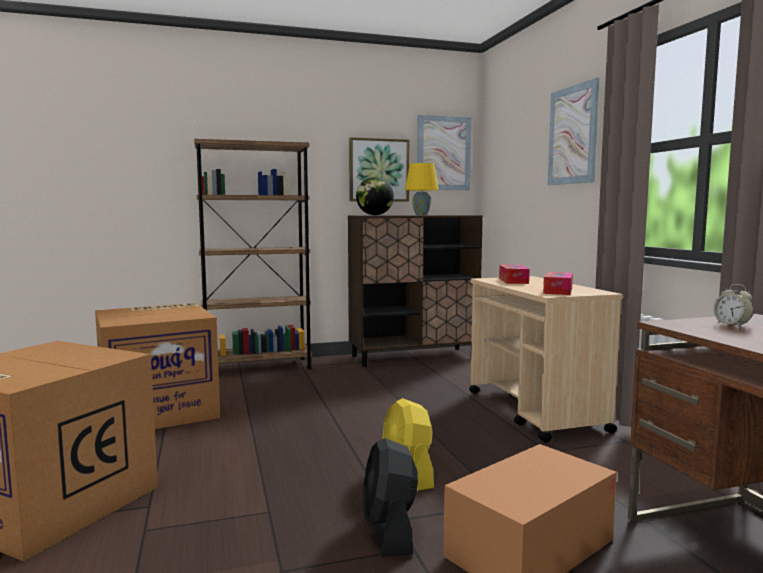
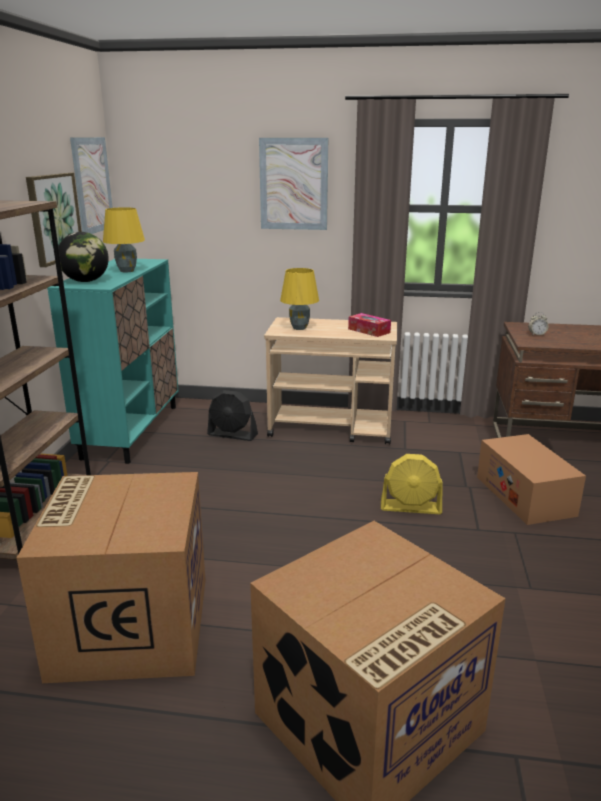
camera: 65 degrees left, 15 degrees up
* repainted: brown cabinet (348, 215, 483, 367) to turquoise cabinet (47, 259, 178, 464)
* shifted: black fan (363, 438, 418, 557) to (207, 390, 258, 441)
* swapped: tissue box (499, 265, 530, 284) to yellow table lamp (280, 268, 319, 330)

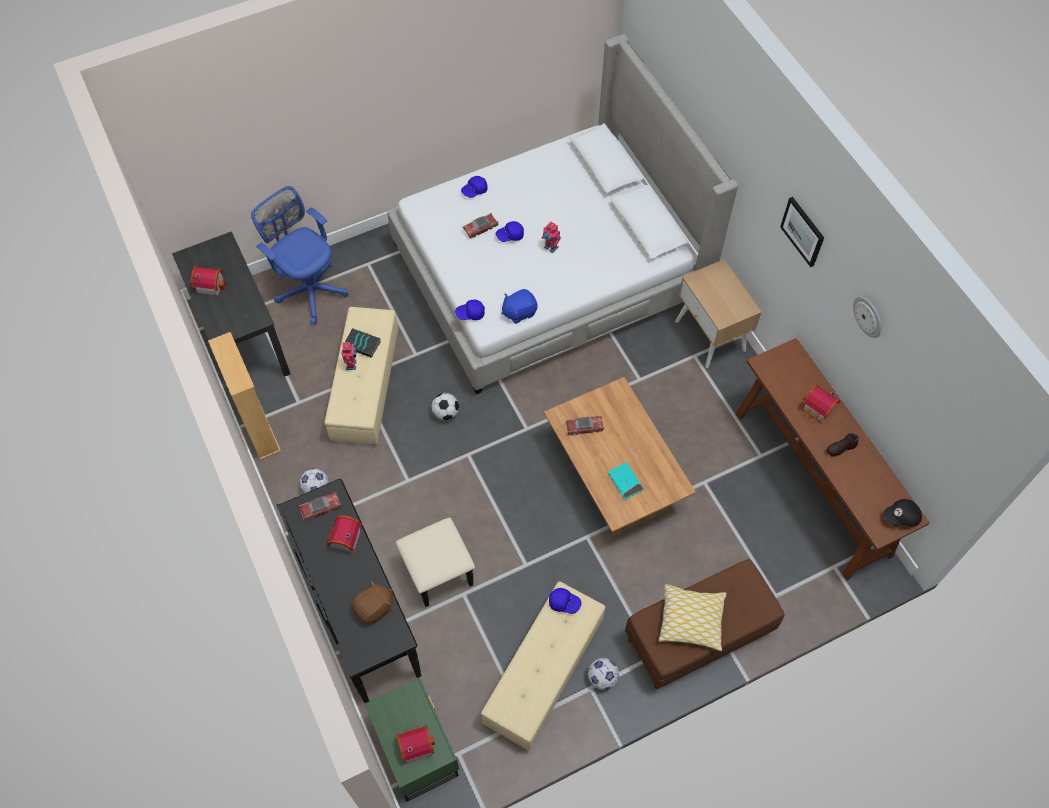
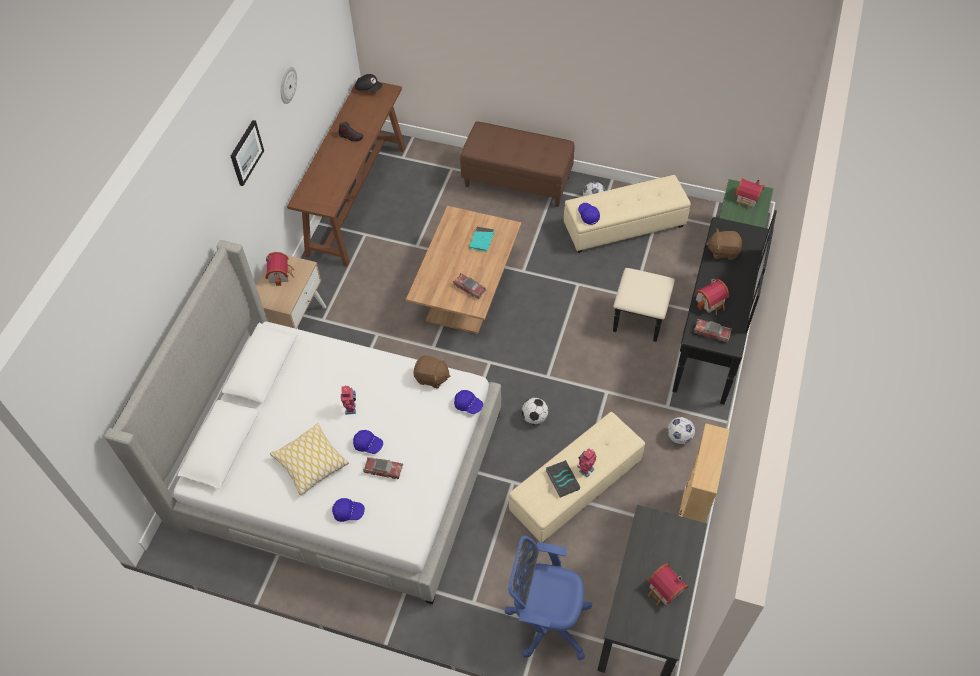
camera: 135 degrees left, 5 degrees down
* rotated: blue office chair (251, 186, 348, 325) = (505, 536, 592, 660) 105 degrees clockwise
* repainted: blue plush toy (501, 289, 538, 324) to brown plush toy (413, 355, 451, 389)
* shifted: pillow (658, 584, 727, 651) to (270, 423, 349, 495)
* shifted: toy house (802, 384, 840, 423) to (265, 252, 294, 286)

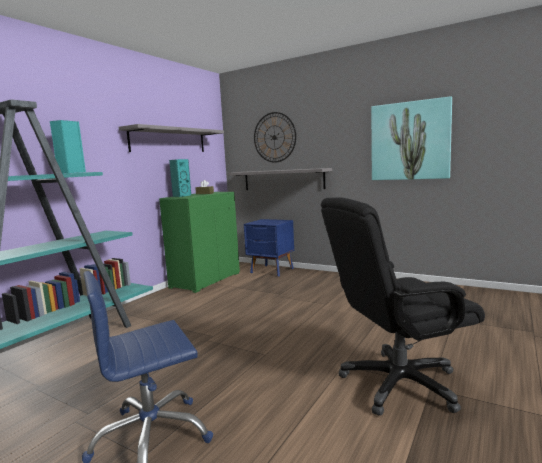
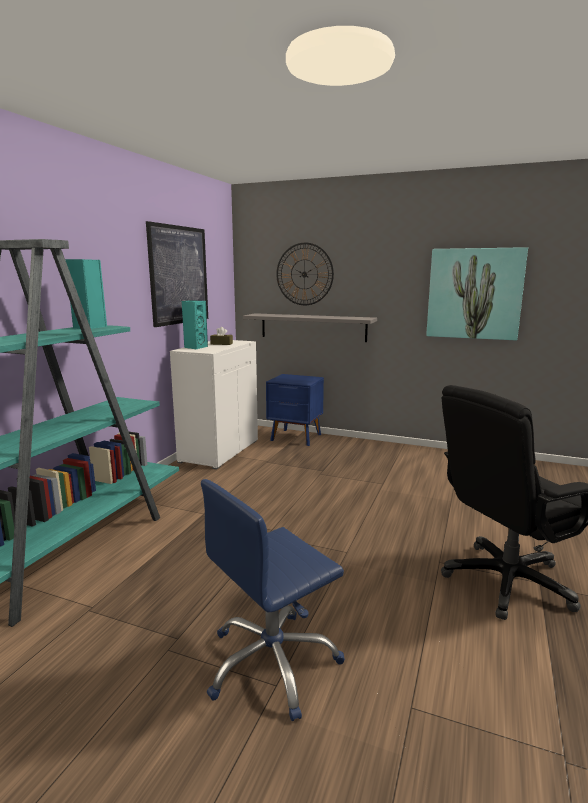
camera: 10 degrees left, 5 degrees up
* swapped: grey shelf (119, 124, 224, 152) to picture (146, 221, 208, 327)
* repainted: green cabinet (159, 192, 240, 293) to white cabinet (170, 340, 258, 470)

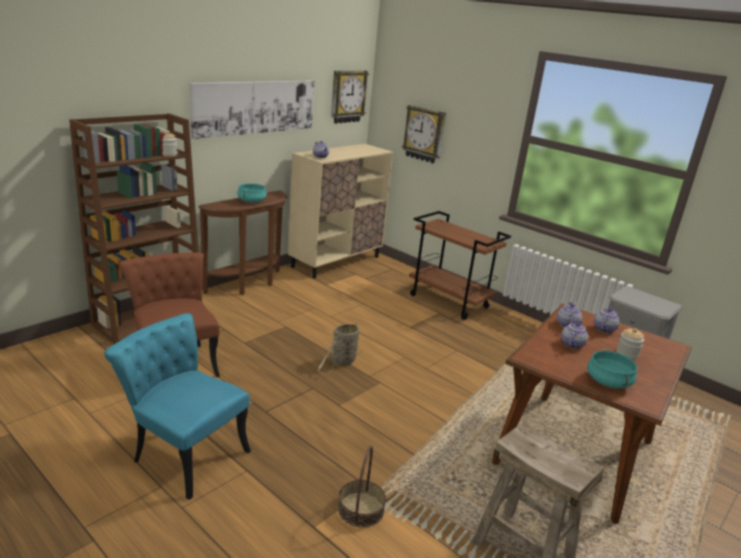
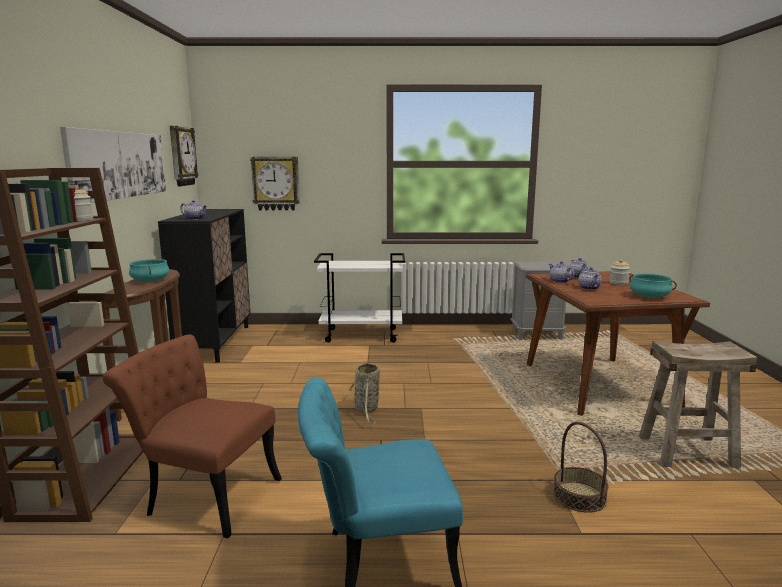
camera: 40 degrees left, 10 degrees down
* repainted: beige cabinet (288, 144, 393, 278) to black cabinet (158, 209, 250, 363)
* repainted: brown cart (409, 211, 511, 320) to white cart (314, 253, 405, 343)

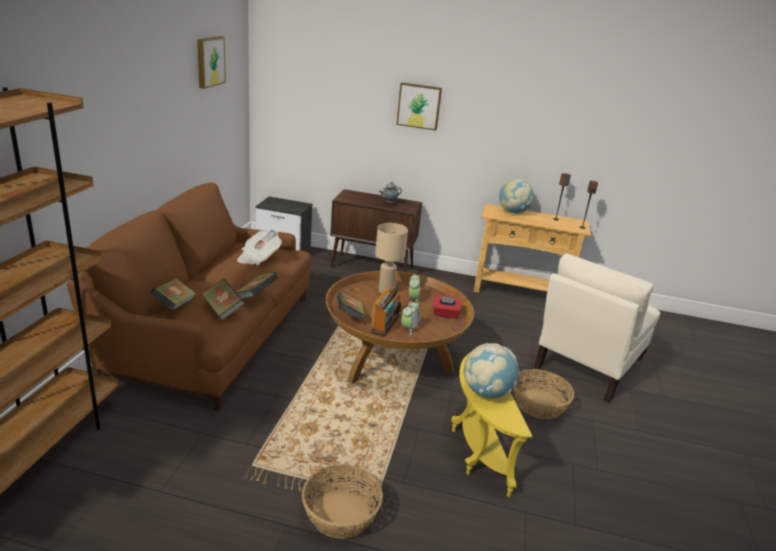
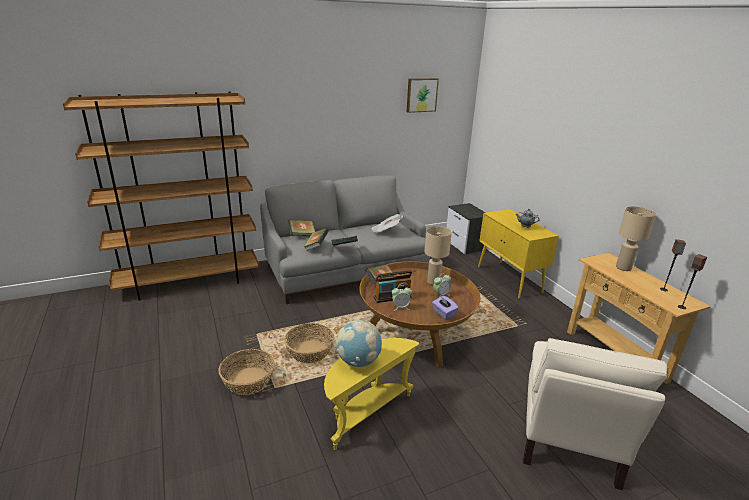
camera: 55 degrees right, 0 degrees up
* repainted: brown sofa (67, 182, 312, 412) to grey sofa (260, 175, 430, 304)
* repainted: brown cabinet (330, 189, 422, 272) to yellow cabinet (478, 209, 559, 299)
* gone: picture (396, 83, 442, 130)
* repainted: red tissue box (433, 296, 462, 319) to purple tissue box (432, 296, 459, 320)
* swapped: globe (499, 179, 534, 214) to beige table lamp (616, 206, 656, 271)
* shifted: basket (513, 369, 575, 419) to (284, 323, 334, 363)
* rotated: beige armchair (533, 253, 661, 403) = (523, 338, 668, 490) 75 degrees counterclockwise

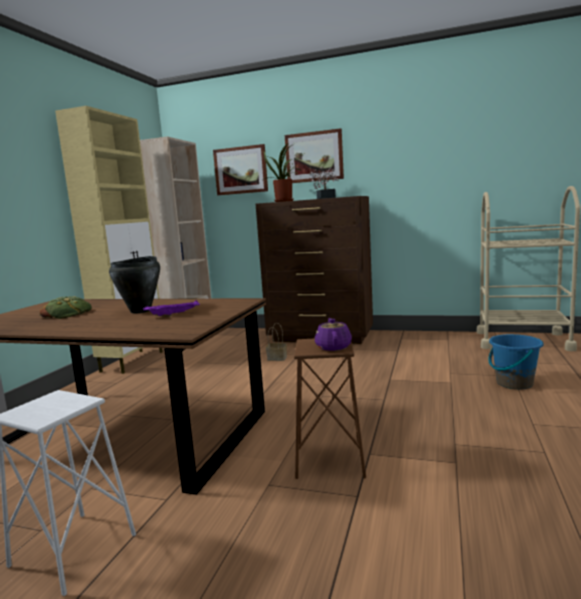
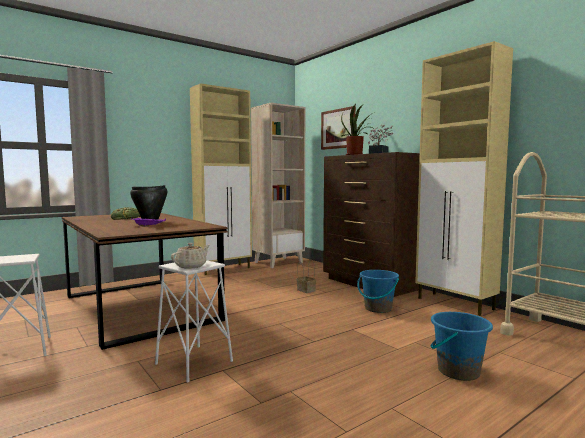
camera: 35 degrees right, 5 degrees down
* gone: picture (285, 128, 344, 183)
* repainted: brown stool (294, 339, 366, 479) to white stool (155, 260, 233, 383)
* repainted: purple teapot (315, 318, 352, 351) to beige teapot (171, 243, 210, 269)
* new: blue bucket (357, 270, 399, 313)
* new: beige cabinet (415, 41, 513, 316)

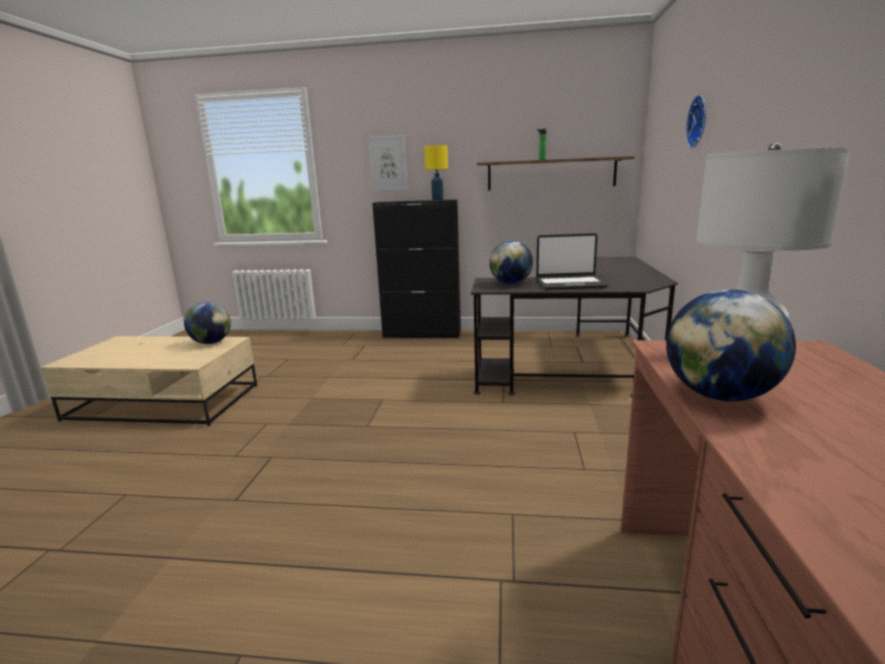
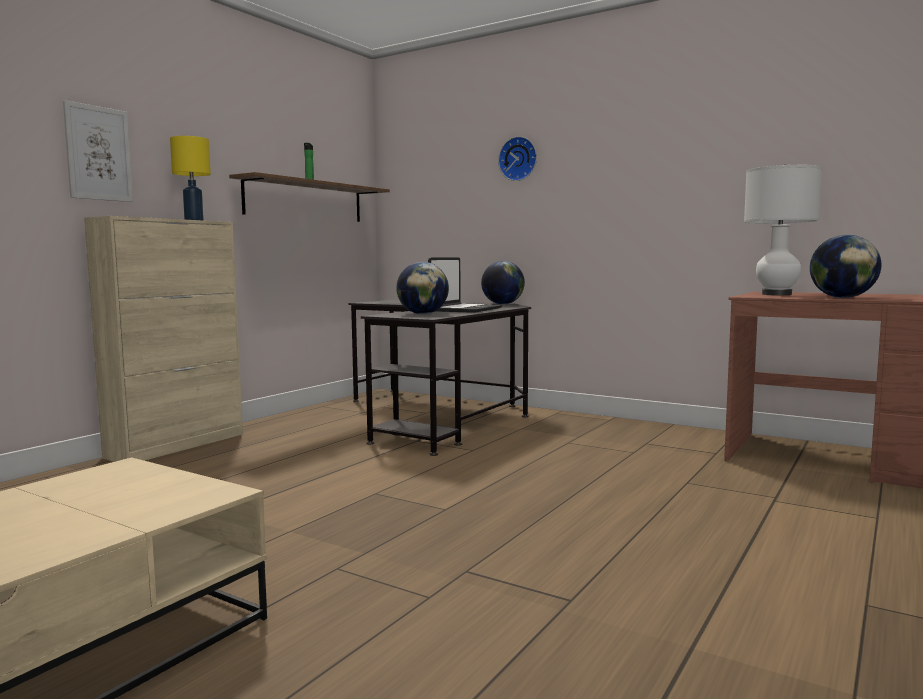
camera: 65 degrees left, 10 degrees down
* shifted: globe (184, 302, 231, 344) to (481, 261, 525, 304)
* repainted: black cabinet (372, 199, 461, 338) to beige cabinet (84, 216, 243, 462)

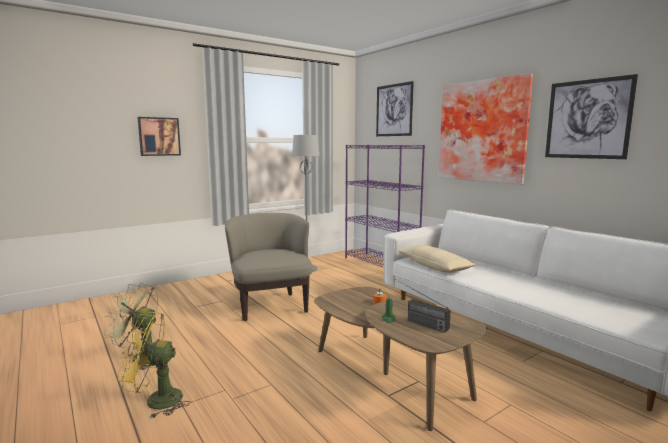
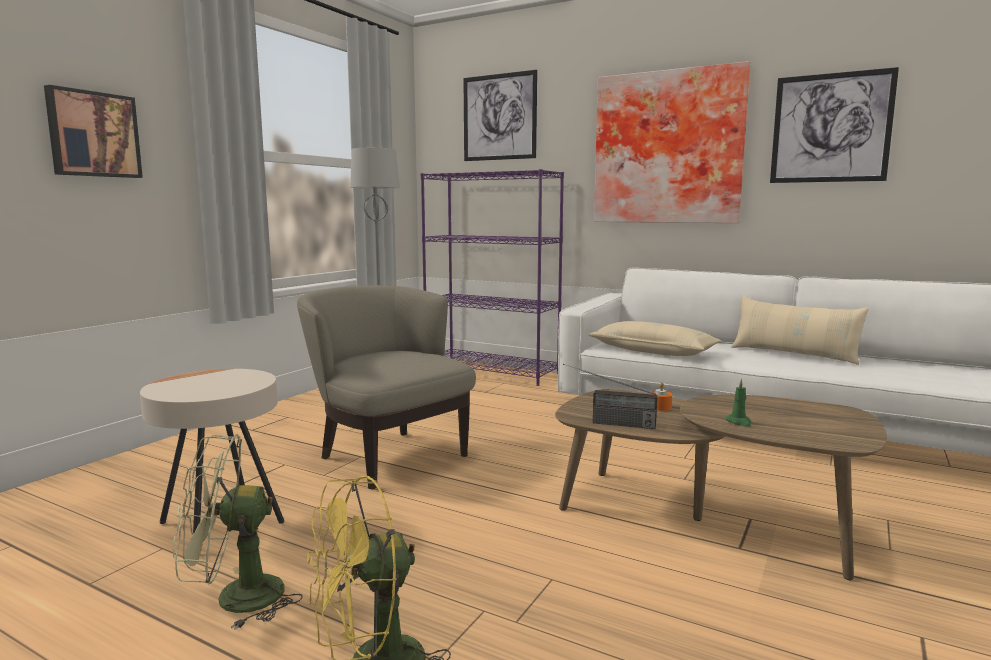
camera: 25 degrees left, 0 degrees up
* shifted: radio (395, 279, 451, 333) to (563, 363, 657, 429)
* new: beige side table (140, 369, 284, 534)
* new: beige pillow (731, 296, 869, 365)

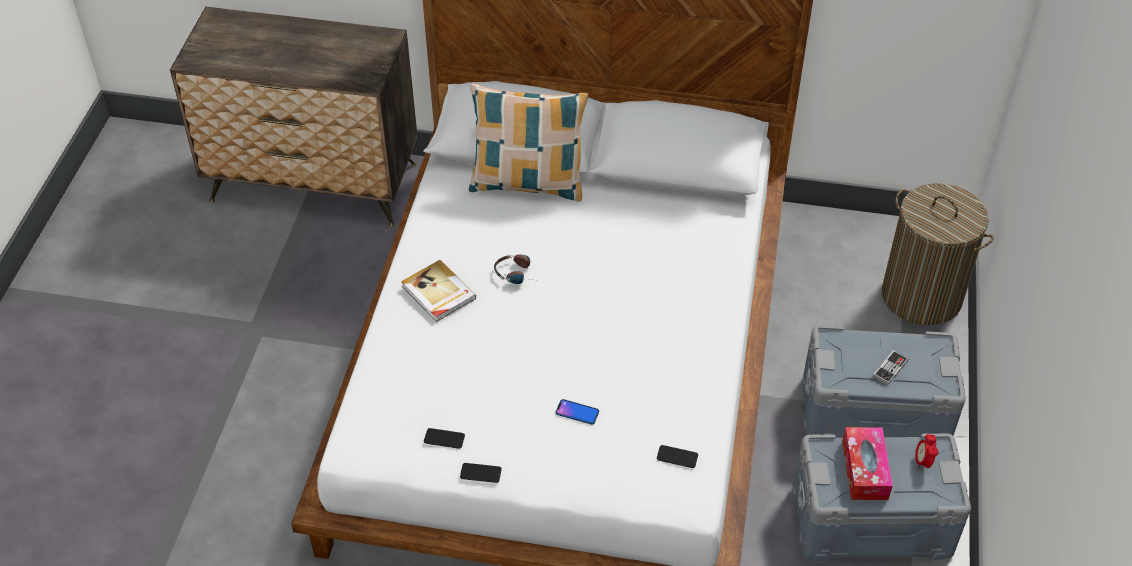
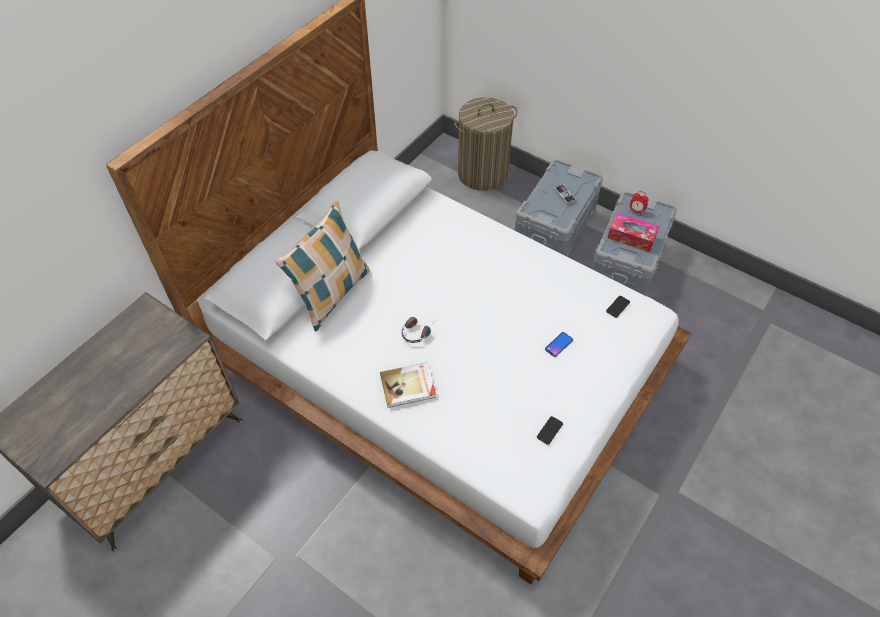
camera: 65 degrees left, 5 degrees up
* gone: phone (460, 463, 502, 483)

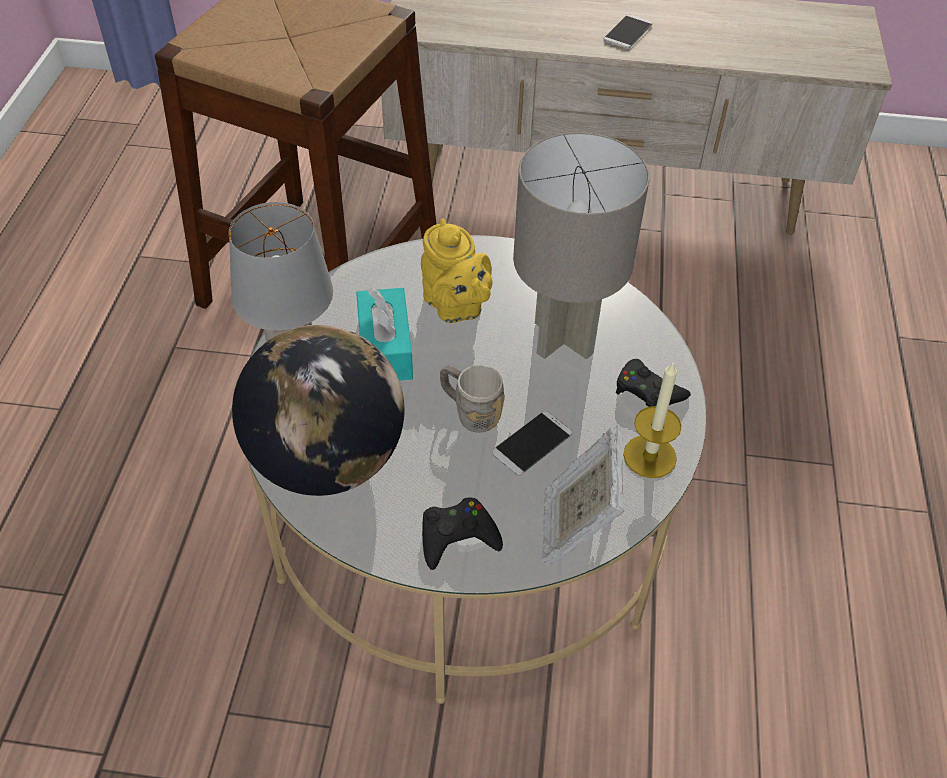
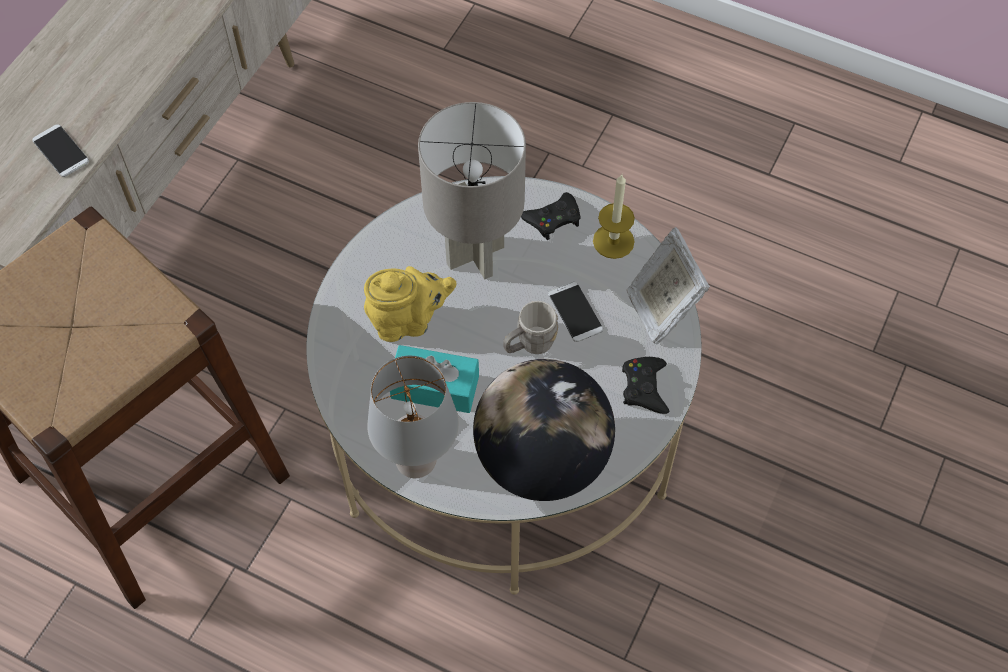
camera: 70 degrees left, 10 degrees up
* rotated: picture frame (542, 425, 624, 566) = (626, 227, 710, 344) 45 degrees clockwise
* shifted: phone (603, 15, 652, 49) to (32, 124, 89, 177)

